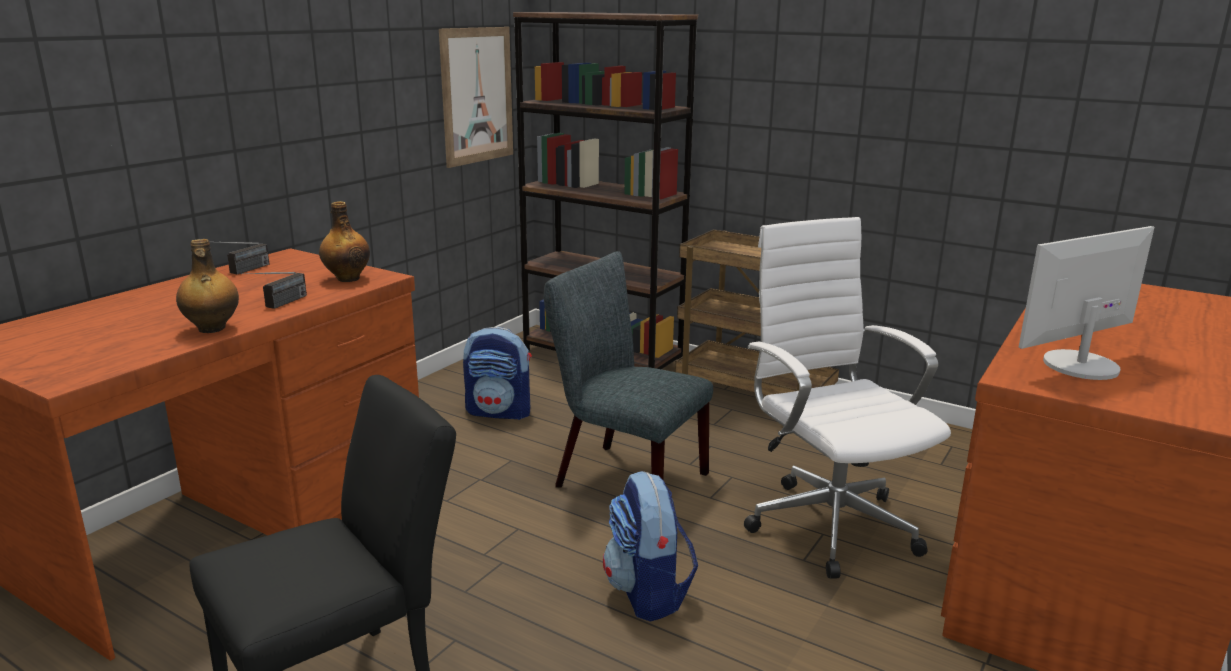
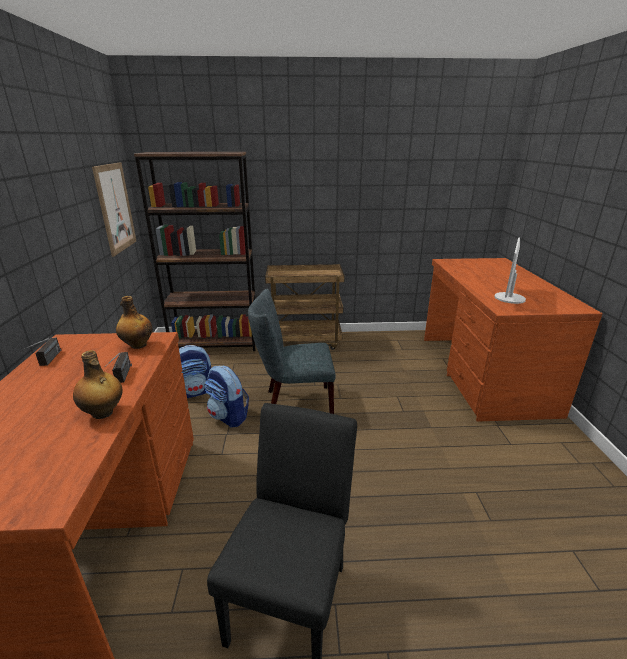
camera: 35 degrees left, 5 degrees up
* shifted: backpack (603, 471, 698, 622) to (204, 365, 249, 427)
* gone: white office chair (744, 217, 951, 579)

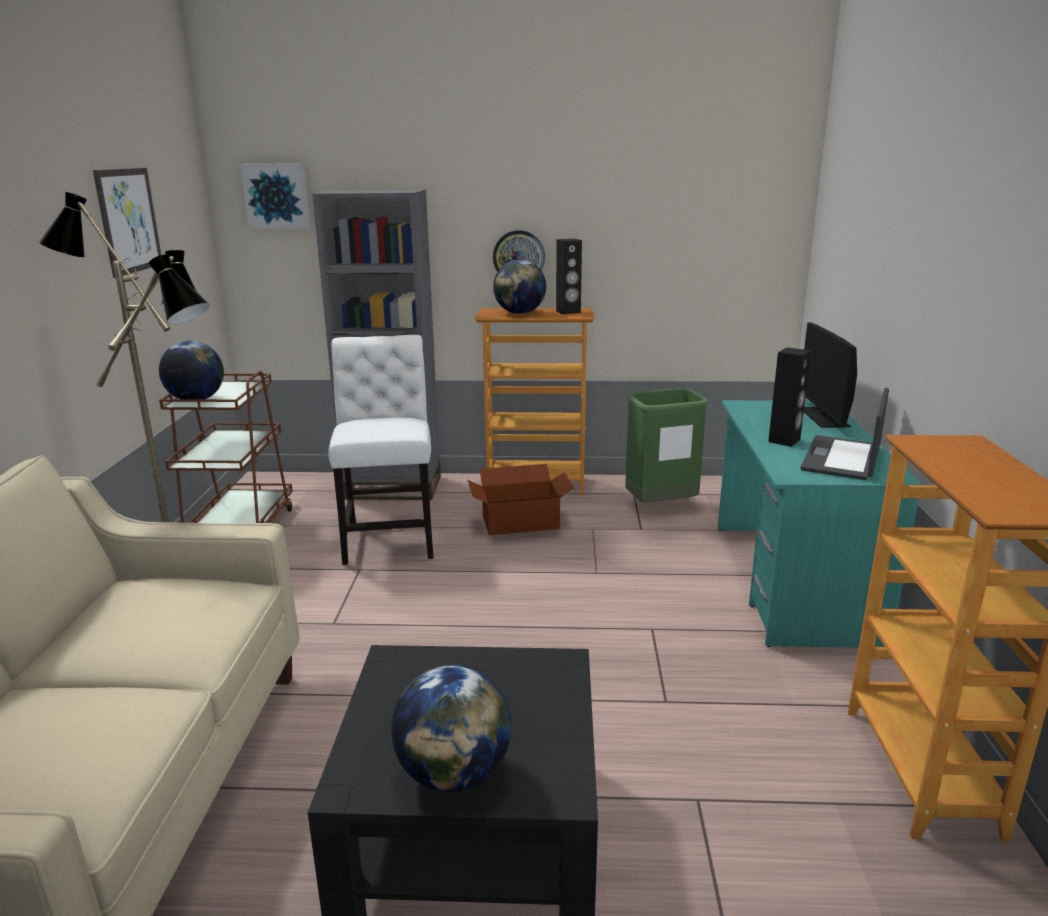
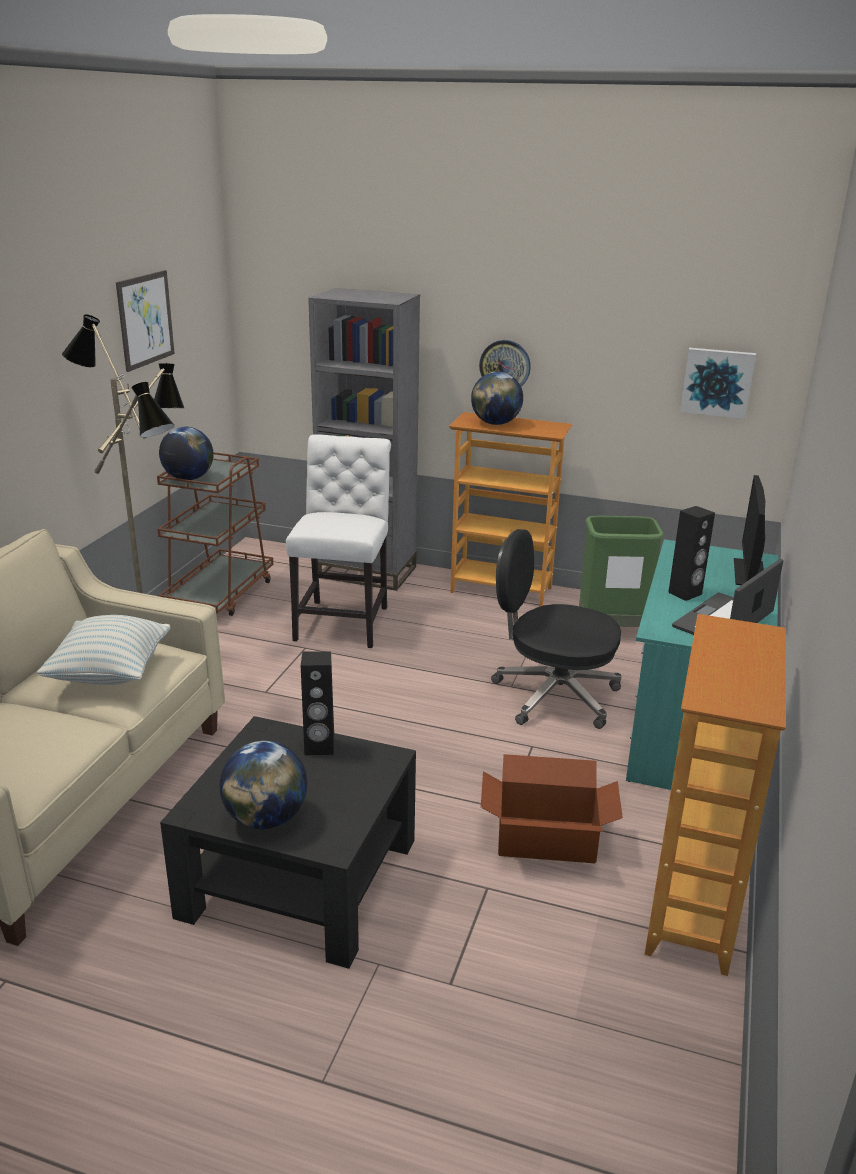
camera: 15 degrees right, 5 degrees up
* shifted: picture (240, 163, 311, 229) to (680, 348, 756, 419)
* shifted: cardboard box (468, 464, 574, 535) to (481, 754, 623, 863)
* shifted: black speaker (556, 238, 582, 314) to (301, 651, 334, 755)
* new: pillow (37, 615, 171, 685)
* new: black office chair (491, 529, 621, 729)

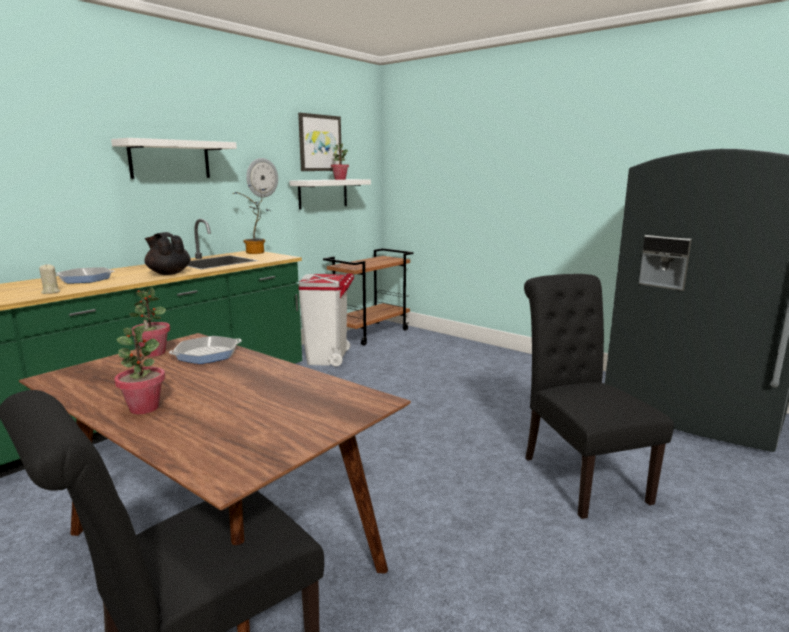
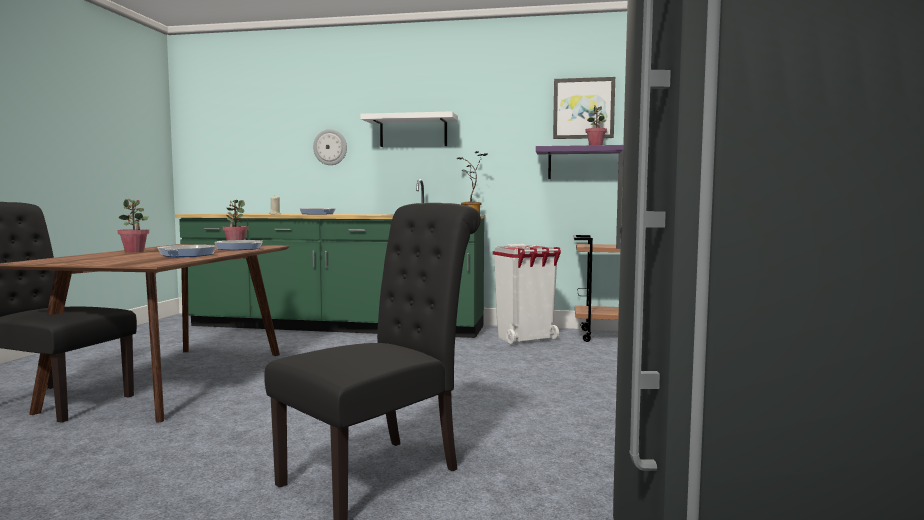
camera: 60 degrees right, 10 degrees down
* gone: black teapot (145, 232, 191, 275)
* shifted: wall clock (246, 158, 278, 197) to (313, 129, 347, 165)
* repainted: white shelf (289, 179, 371, 210) to purple shelf (536, 145, 623, 179)
* new: frying pan (157, 245, 217, 257)

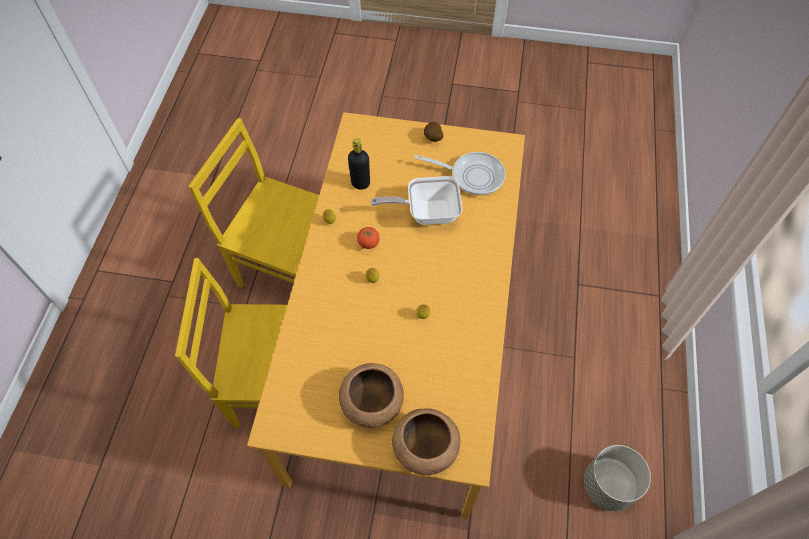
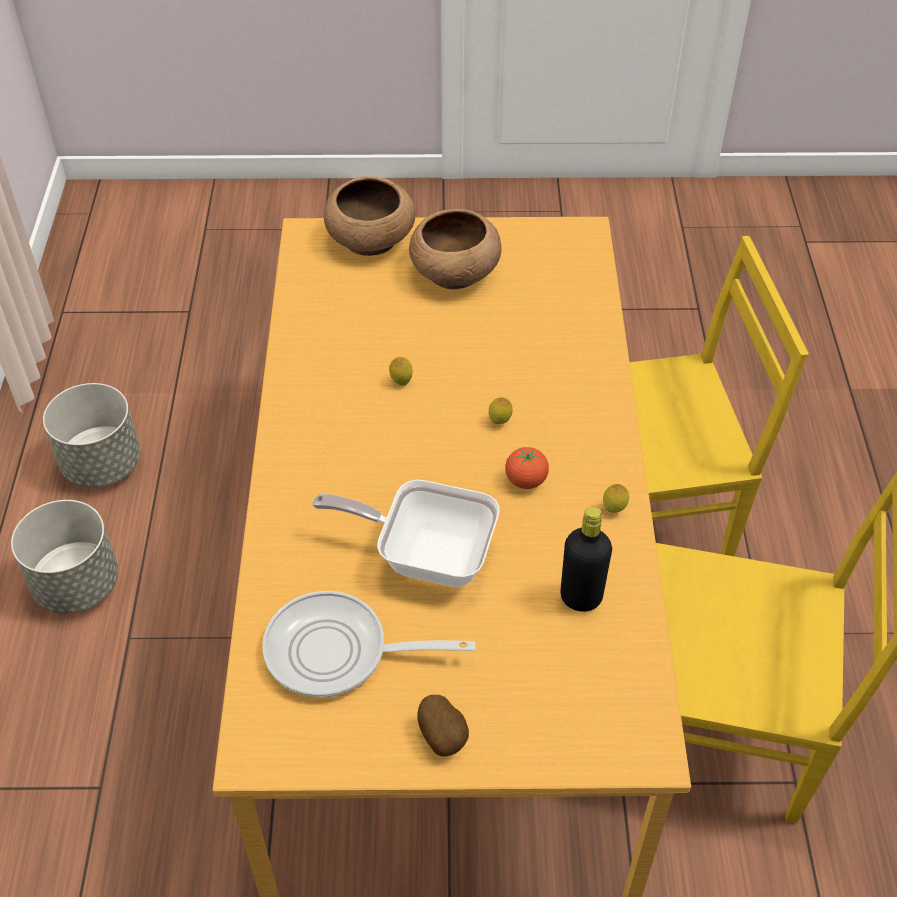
camera: 170 degrees right, 10 degrees down
* rotated: frying pan (371, 176, 463, 225) = (312, 480, 500, 587) 150 degrees counterclockwise
* new: grey planter (11, 500, 118, 614)

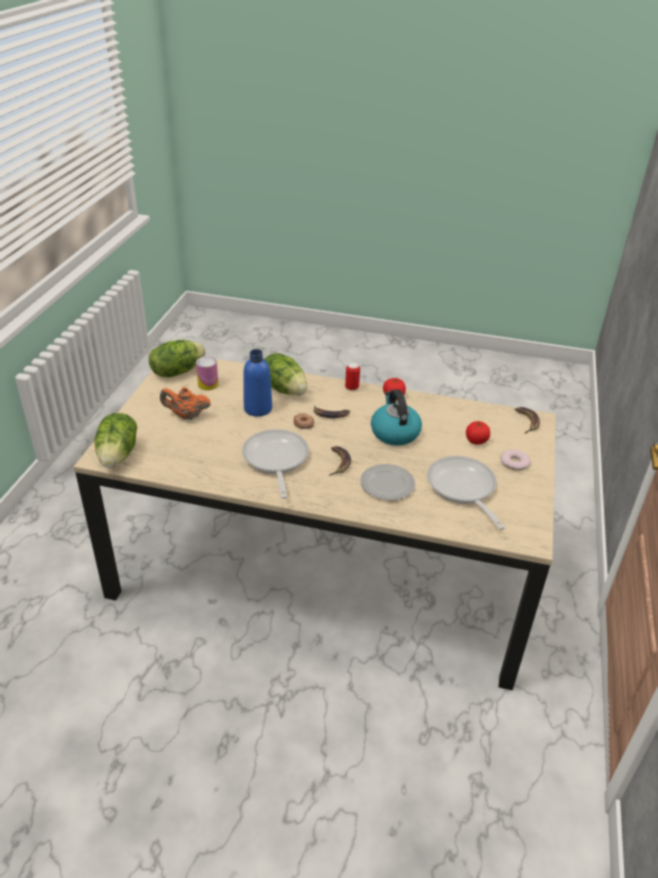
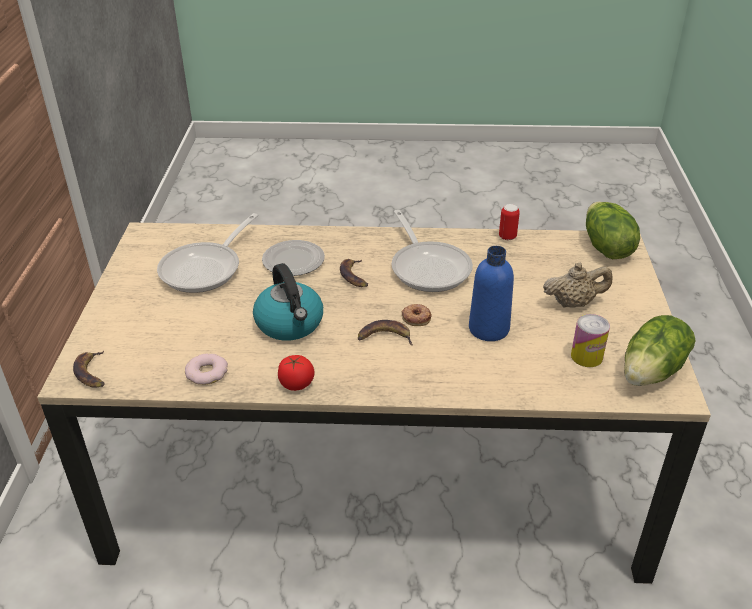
camera: 170 degrees right, 0 degrees up
* repainted: orange teapot (160, 387, 211, 420) to beige teapot (543, 263, 612, 308)
* gone: lettuce (264, 353, 308, 396)
* shifted: can (345, 363, 360, 391) to (499, 204, 520, 240)
* rotated: frying pan (427, 456, 505, 530) = (157, 213, 258, 293) 60 degrees clockwise
* gone: tomato (466, 421, 490, 444)
* shifted: donut (500, 449, 531, 471) to (185, 354, 228, 385)

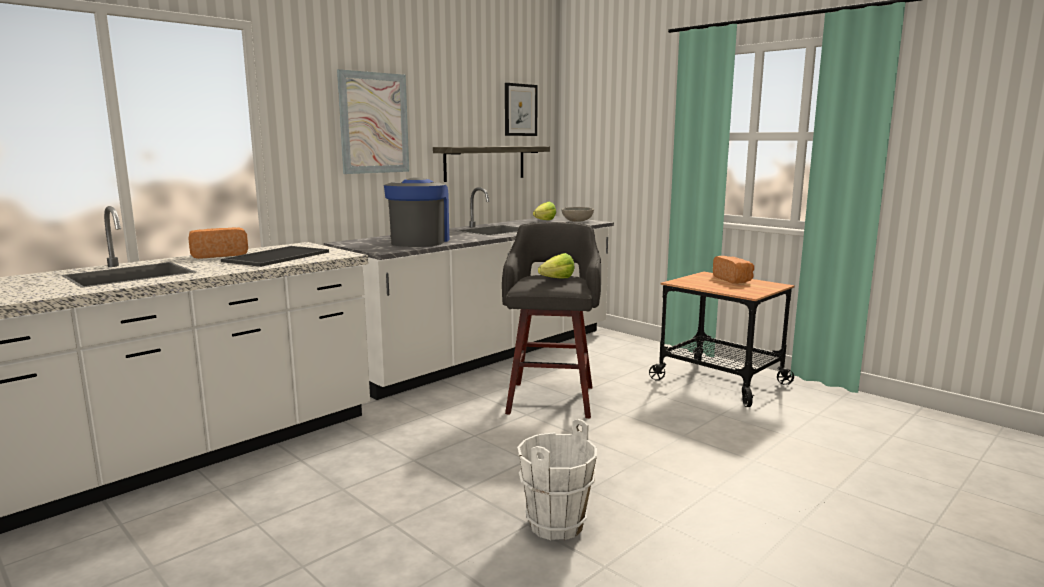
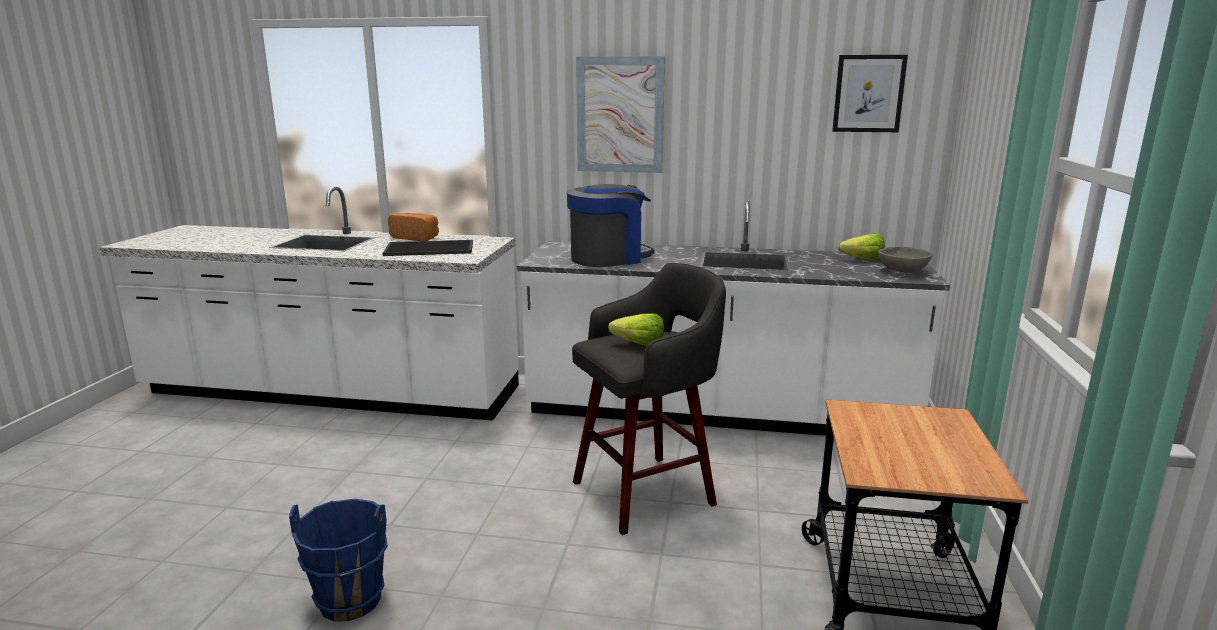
camera: 55 degrees right, 5 degrees up
* gone: shelf (433, 146, 550, 182)
* repainted: white bucket (517, 419, 597, 540) to blue bucket (289, 499, 388, 621)
* gone: bread (713, 256, 754, 284)

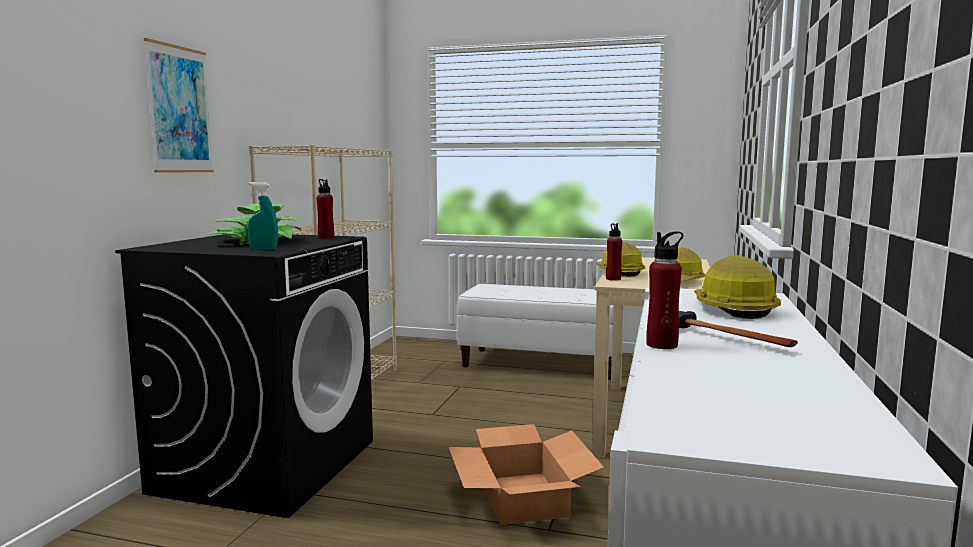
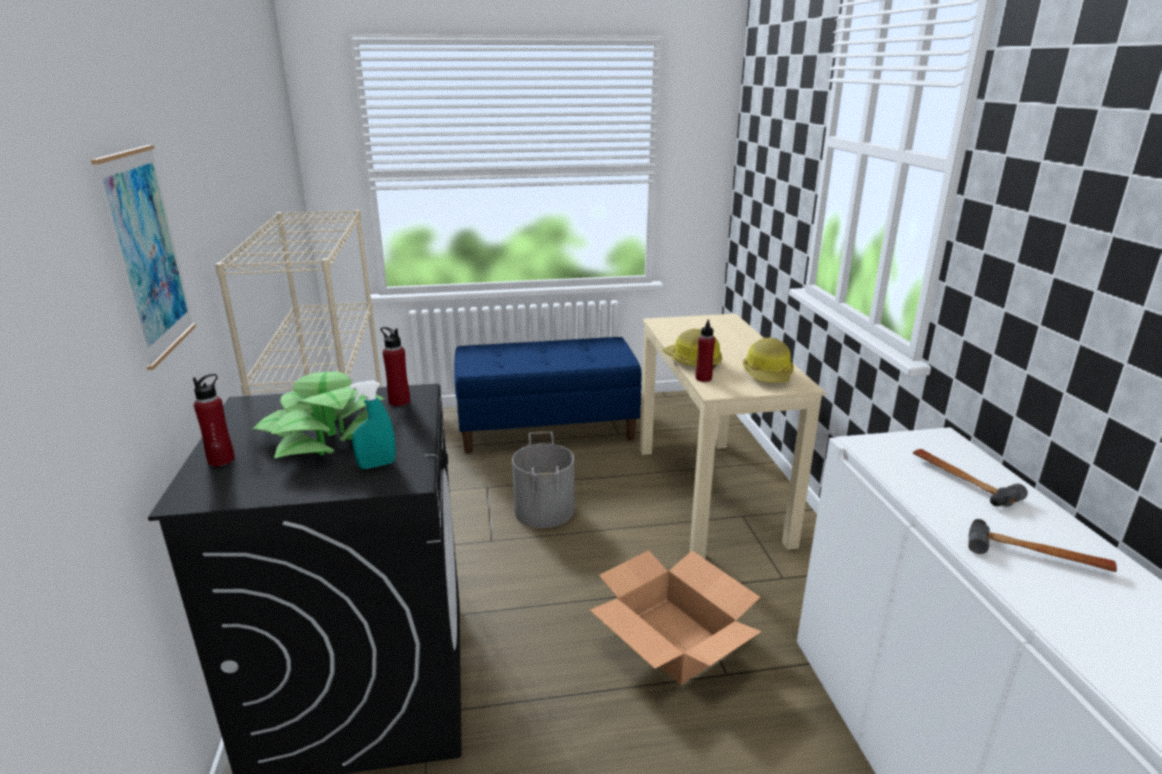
camera: 25 degrees left, 15 degrees up
* repainted: white bench (457, 284, 613, 380) to blue bench (454, 337, 642, 454)
* shifted: red bottle (646, 231, 684, 349) to (193, 374, 235, 466)
* swapped: hard hat (694, 255, 781, 319) to hammer (913, 449, 1028, 507)
* new: grey bucket (512, 431, 574, 528)

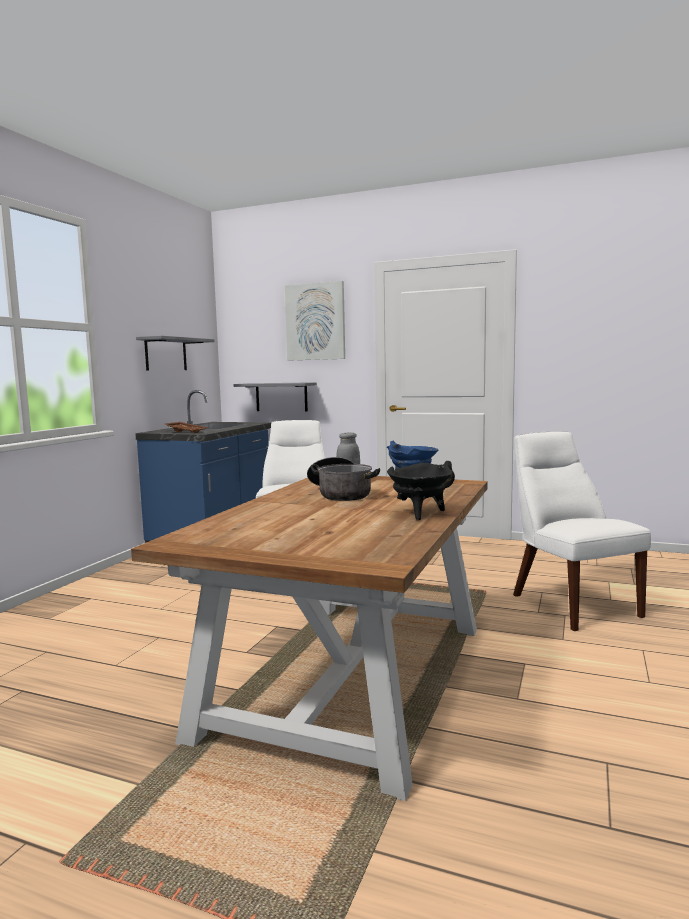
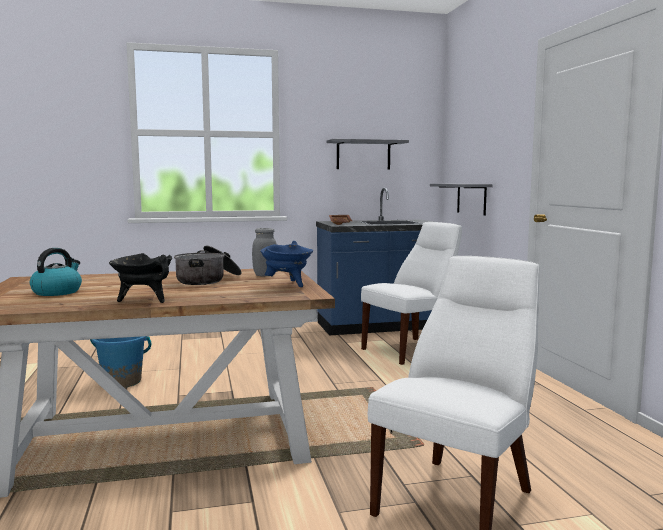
camera: 55 degrees right, 0 degrees up
* gone: picture (285, 281, 345, 361)
* new: kettle (30, 248, 82, 296)
* new: blue bucket (90, 336, 151, 388)

